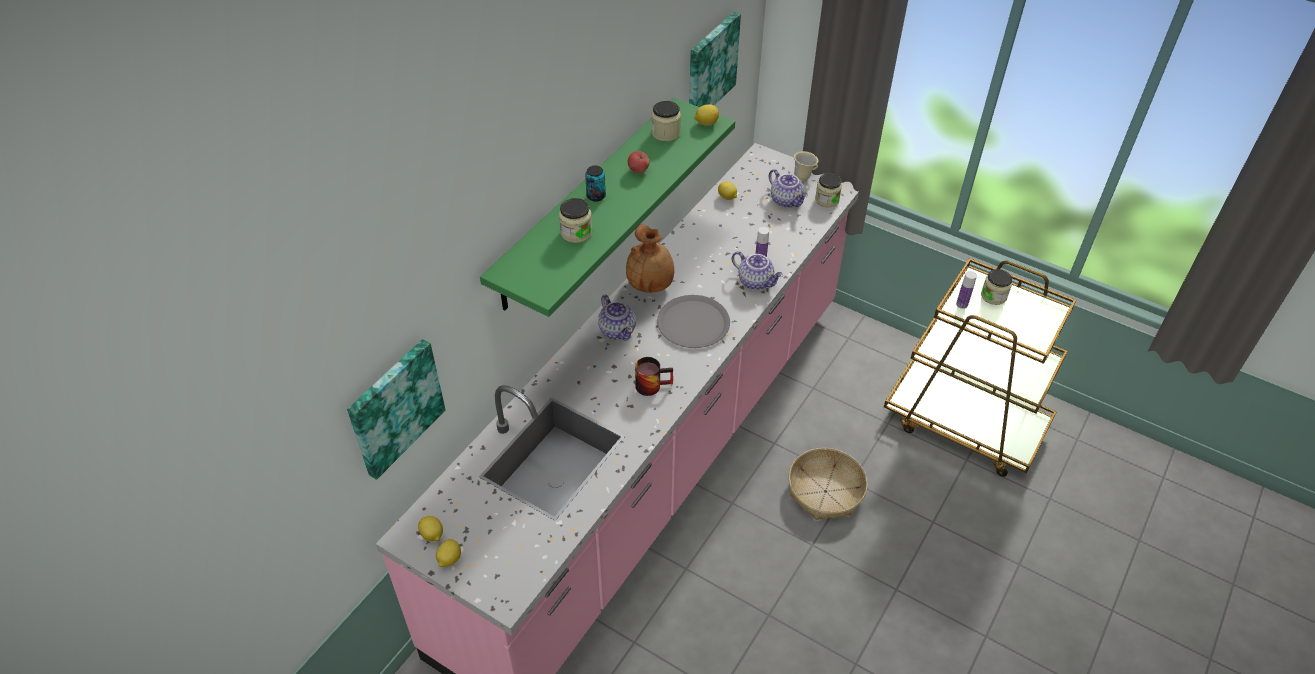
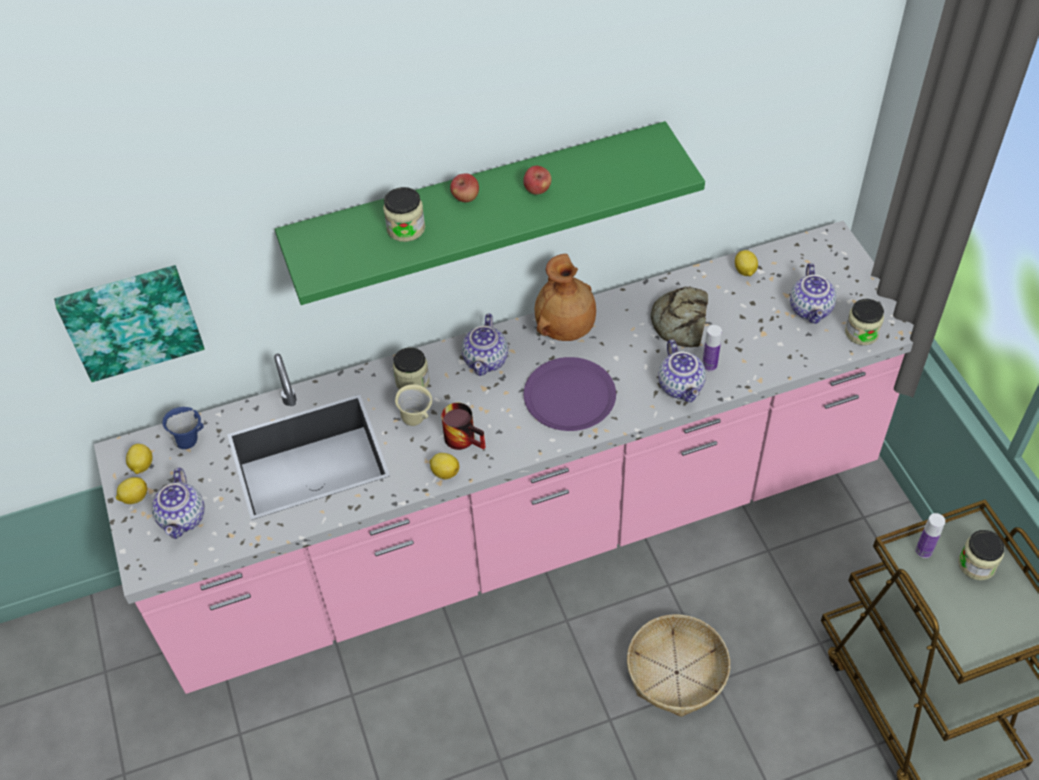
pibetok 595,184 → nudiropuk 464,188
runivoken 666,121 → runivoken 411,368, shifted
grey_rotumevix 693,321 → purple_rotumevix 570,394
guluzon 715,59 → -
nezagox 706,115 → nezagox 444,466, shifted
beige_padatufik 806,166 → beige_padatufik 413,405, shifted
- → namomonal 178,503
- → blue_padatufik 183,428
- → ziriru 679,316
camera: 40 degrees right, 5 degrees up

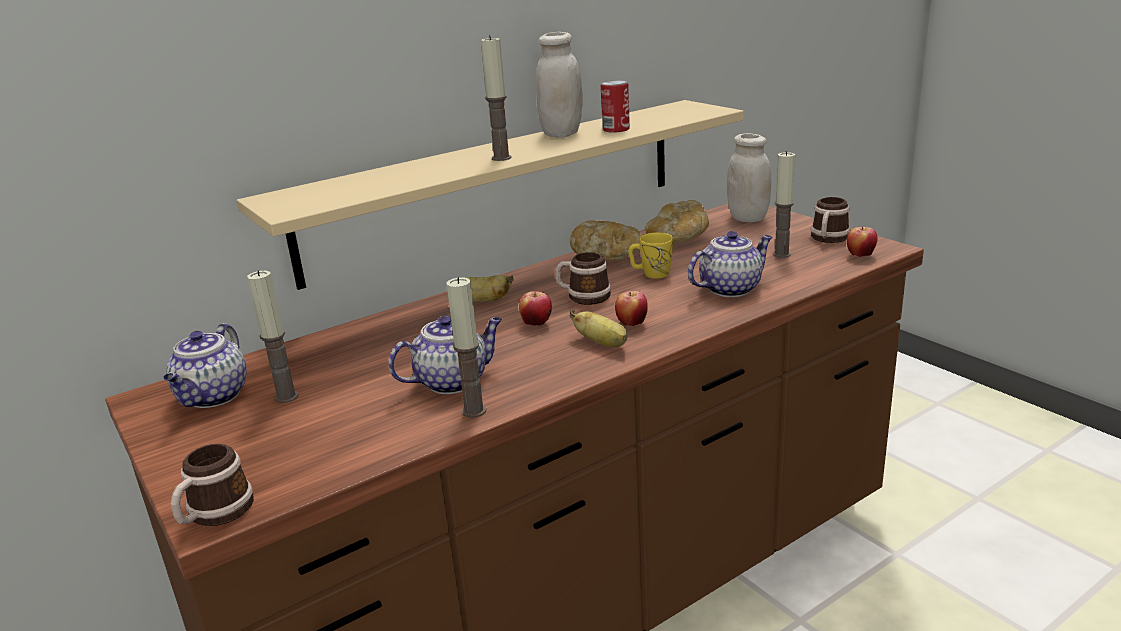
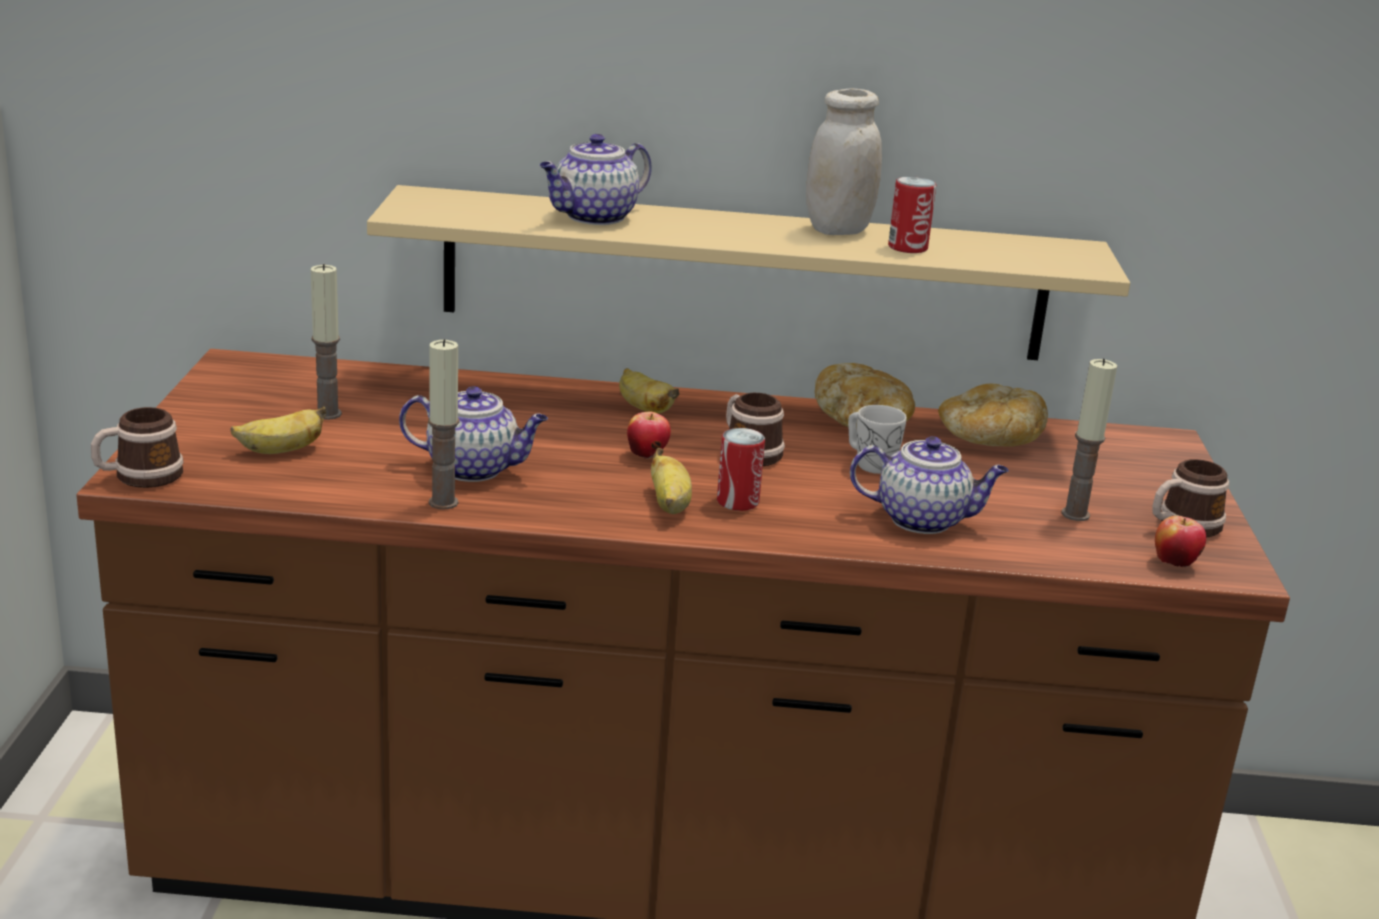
namomonal 205,365 → namomonal 596,179, shifted
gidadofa 496,98 → -
nudiropuk 631,308 → pibetok 741,469
yellow_padatufik 650,255 → white_padatufik 877,439
white_runivoken 749,177 → -
- → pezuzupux 278,430
camera: 35 degrees right, 0 degrees up

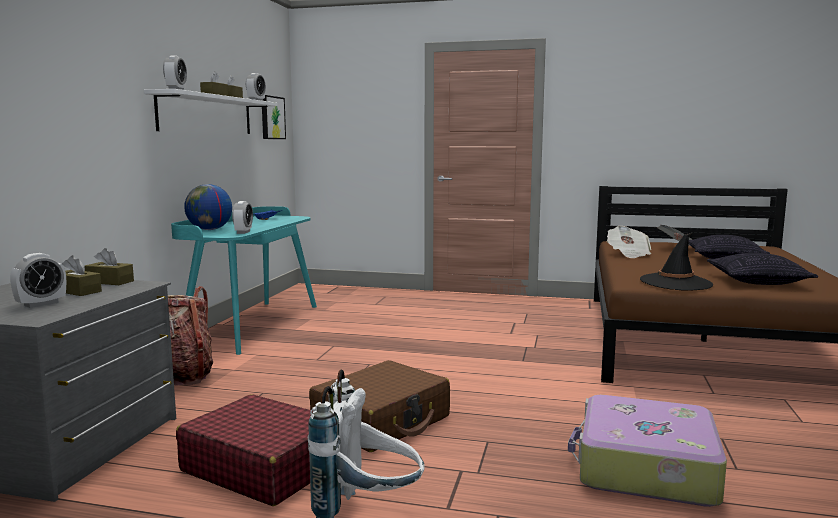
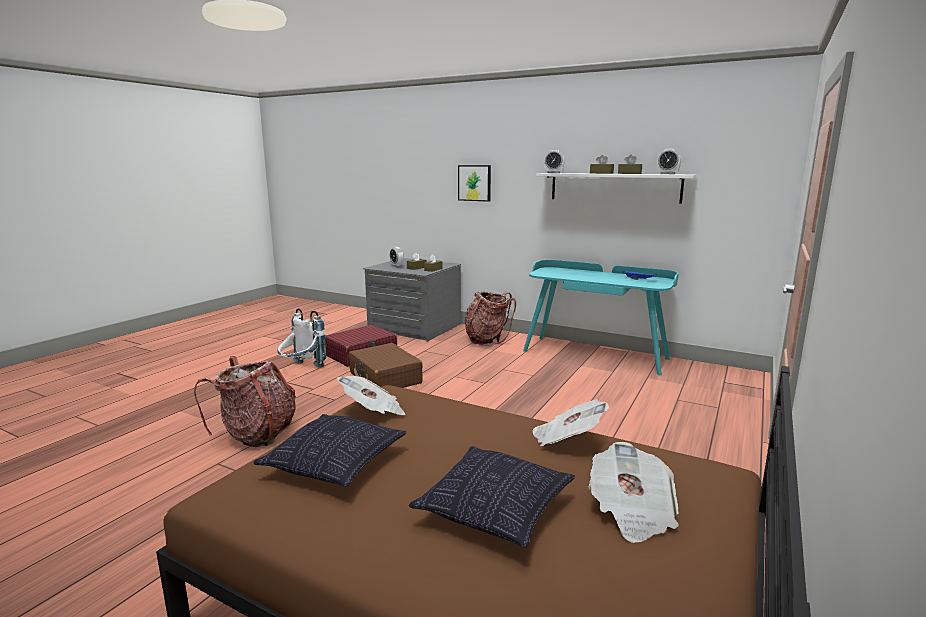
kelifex 208,207 → -
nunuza 242,217 → -
guluzon 274,117 → guluzon 474,183, shifted
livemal 647,451 → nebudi 245,401
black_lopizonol 676,262 → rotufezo 371,395
camera: 105 degrees right, 5 degrees up

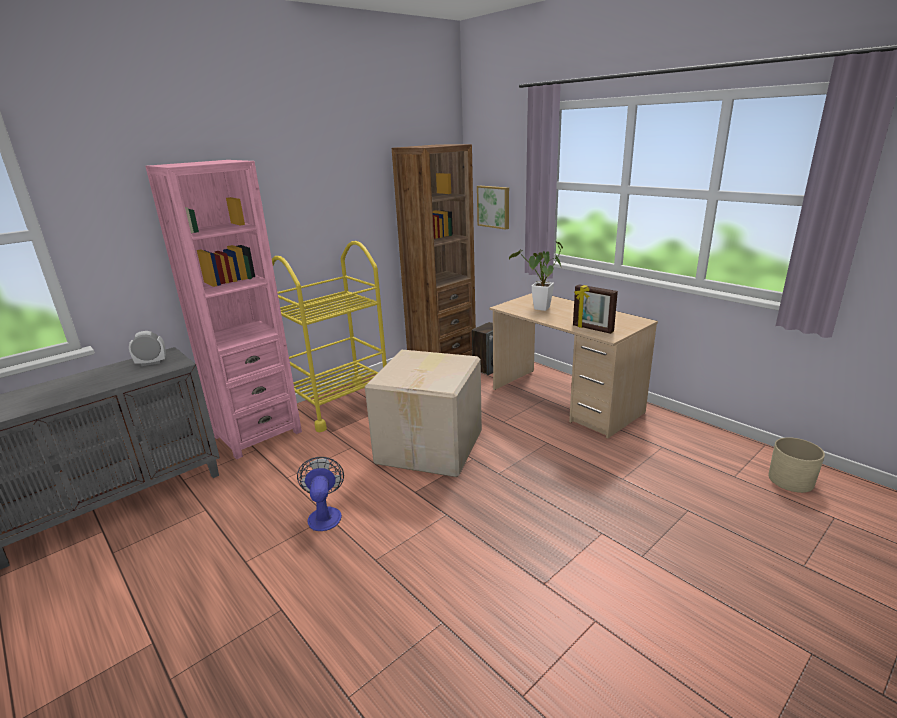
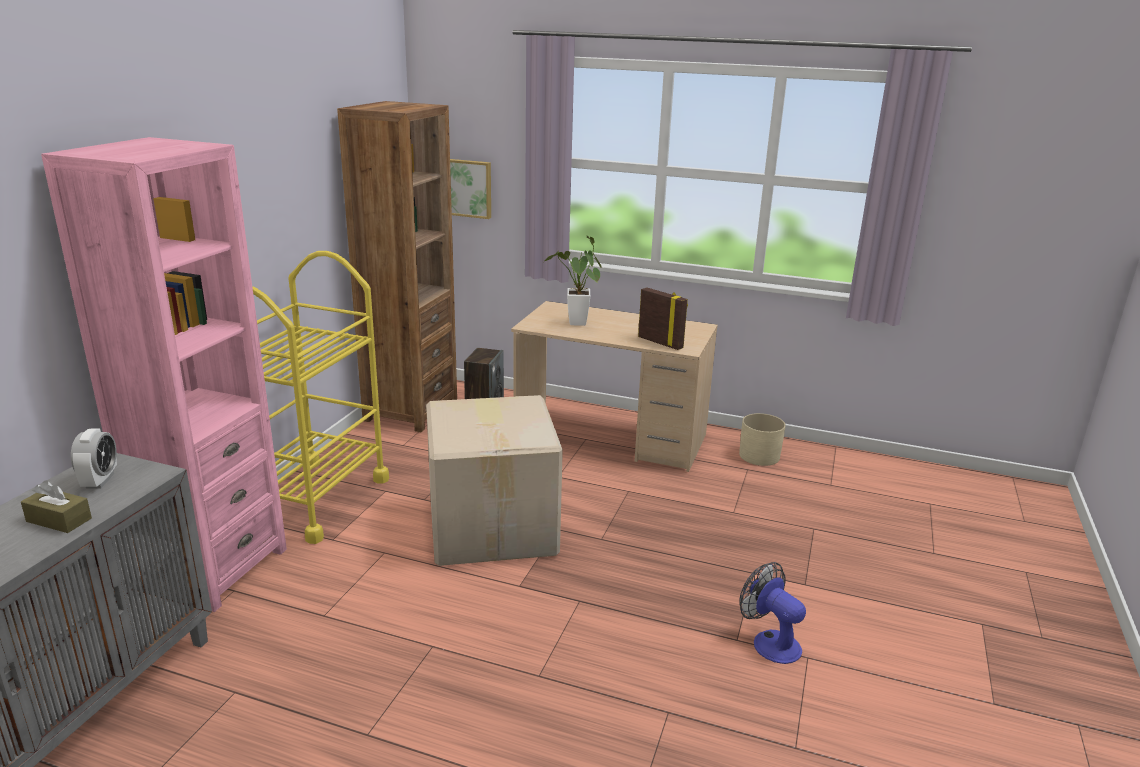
nunuza 147,348 → nunuza 94,459, 135 degrees clockwise
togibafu 320,494 → togibafu 772,613, shifted
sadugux 595,309 → sadugux 663,318, 150 degrees counterclockwise
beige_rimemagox 796,465 → beige_rimemagox 762,439, shifted
- → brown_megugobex 56,506
camera: 30 degrees left, 0 degrees up

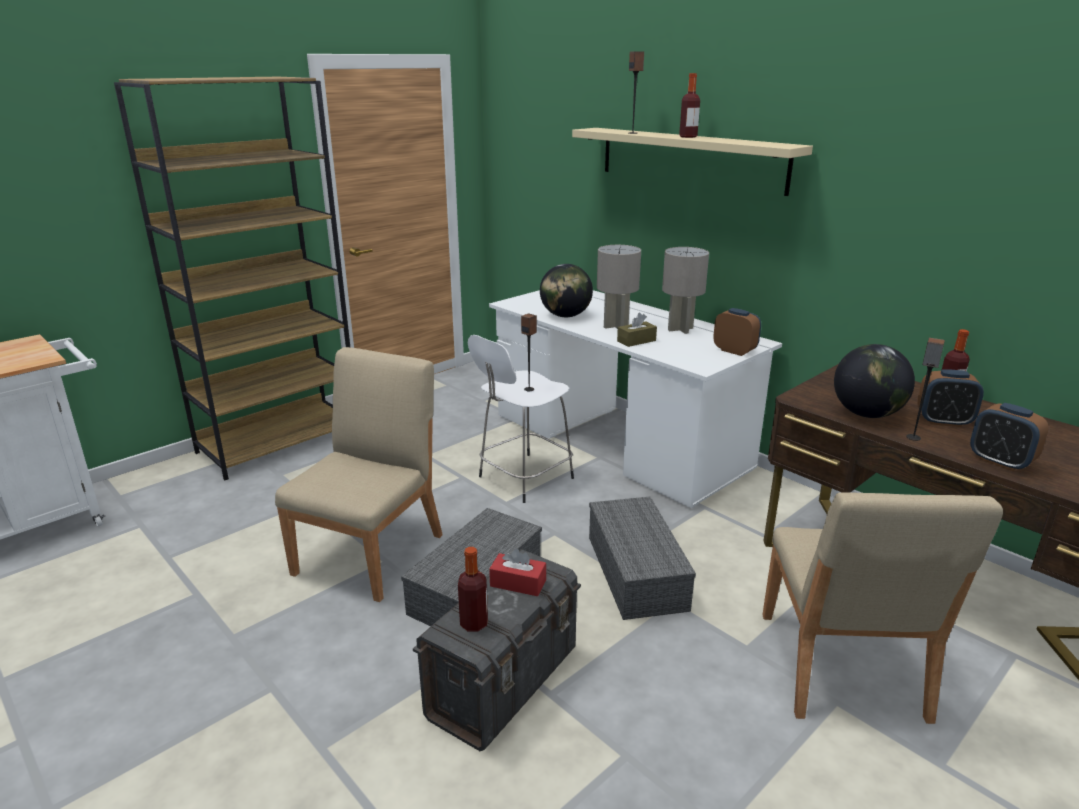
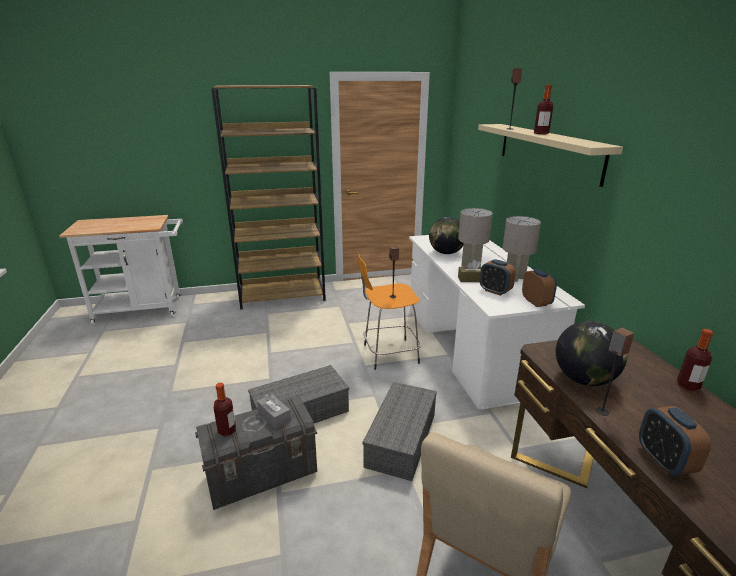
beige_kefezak 359,474 → -
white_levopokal 521,419 → orange_levopokal 389,312
red_megugobex 517,572 → grey_megugobex 274,411
nunuza 950,398 → nunuza 498,277, shifted
camera: 30 degrees right, 0 degrees up

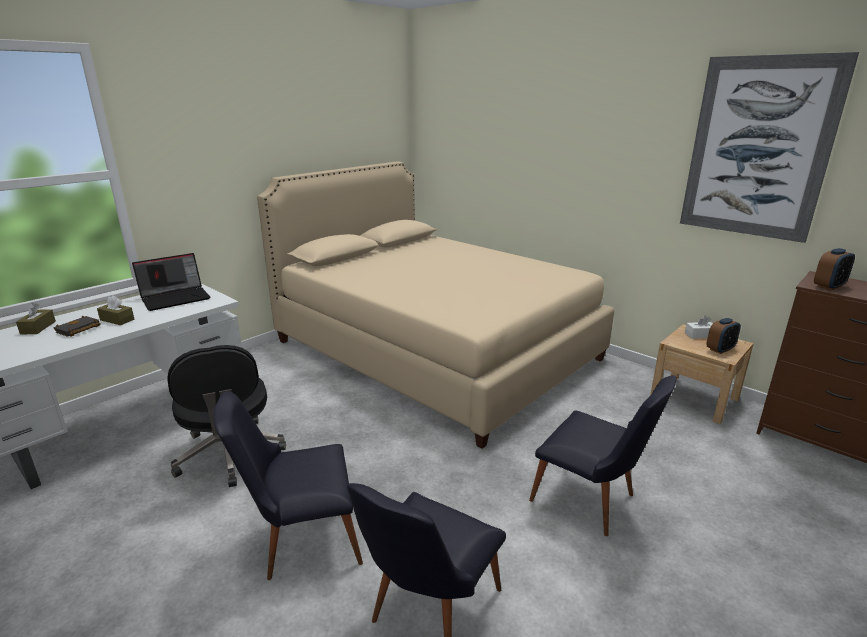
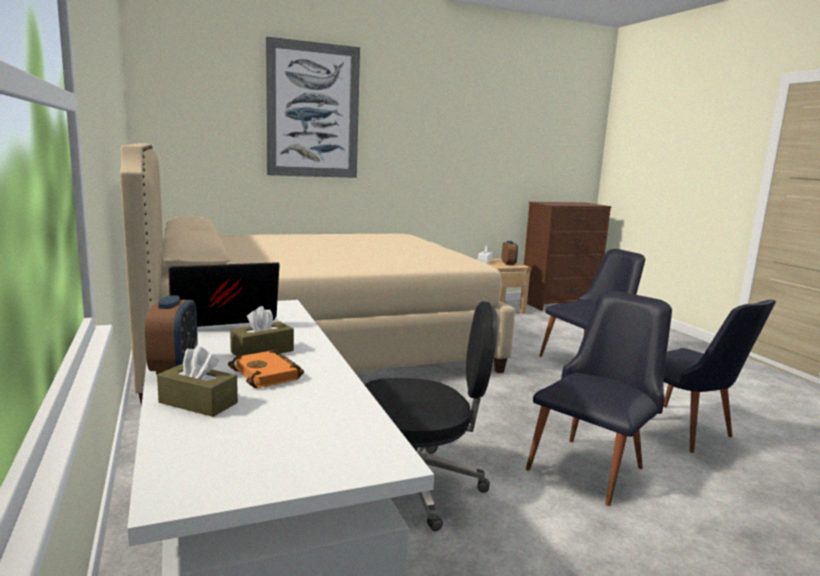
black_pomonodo 77,326 → orange_pomonodo 266,368
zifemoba 171,282 → zifemoba 224,294, 105 degrees counterclockwise
black_kefezak 288,485 → black_kefezak 599,398, 150 degrees counterclockwise
guluzon 769,147 → guluzon 313,107, shifted
nunuza 834,269 → nunuza 171,335, shifted
camera: 65 degrees left, 10 degrees down

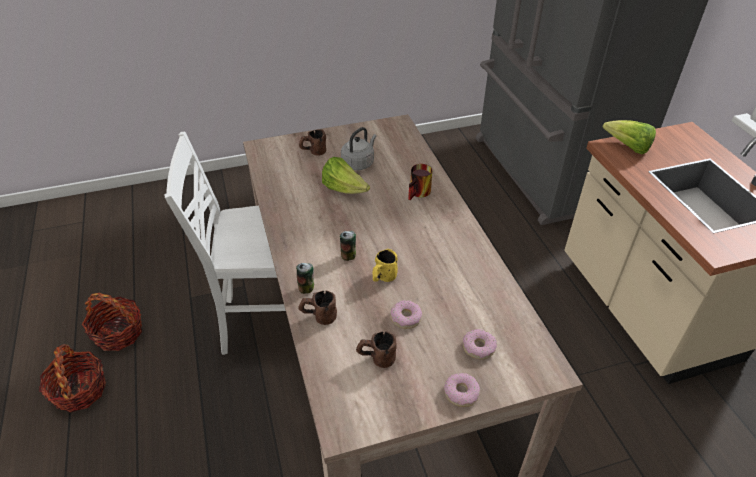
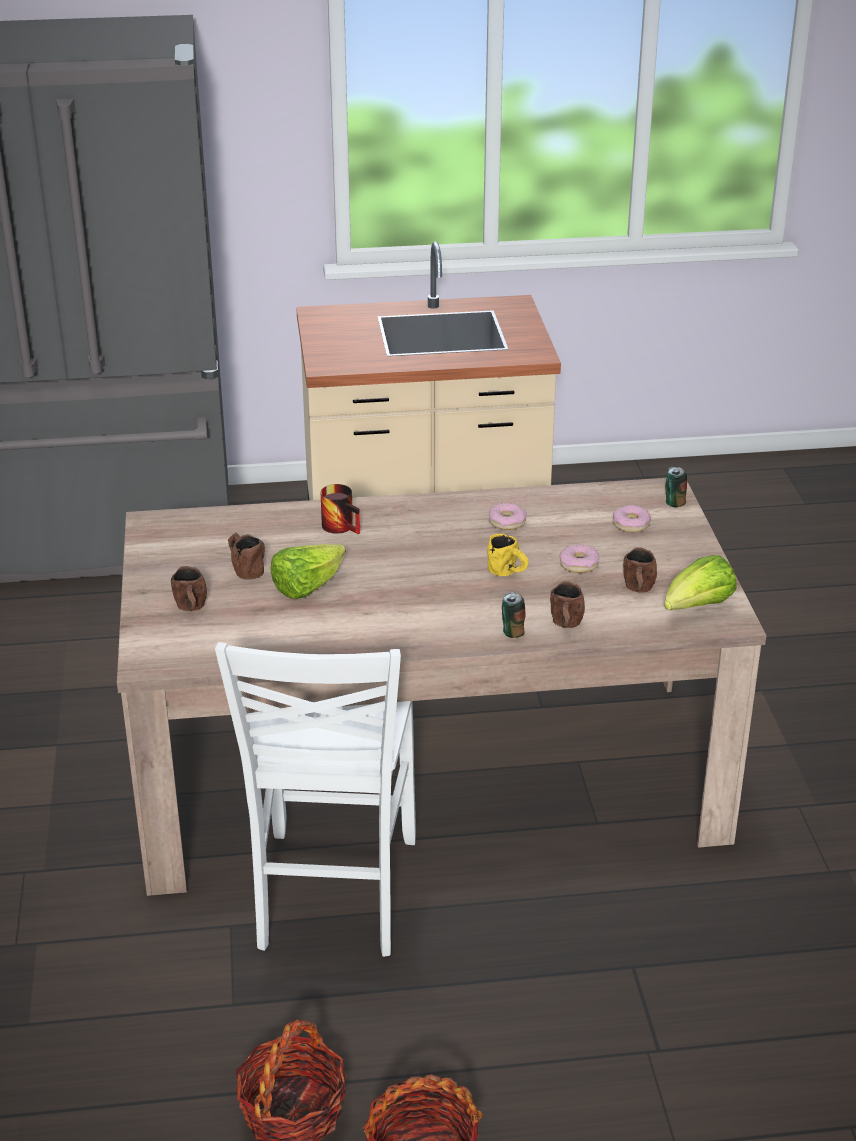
pibetok 348,246 → pibetok 676,487, shifted
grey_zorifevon 359,148 → brown_padatufik 246,556
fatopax 462,390 → fatopax 508,516, shifted
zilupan 629,137 → zilupan 700,582, shifted
camera: 80 degrees left, 10 degrees down

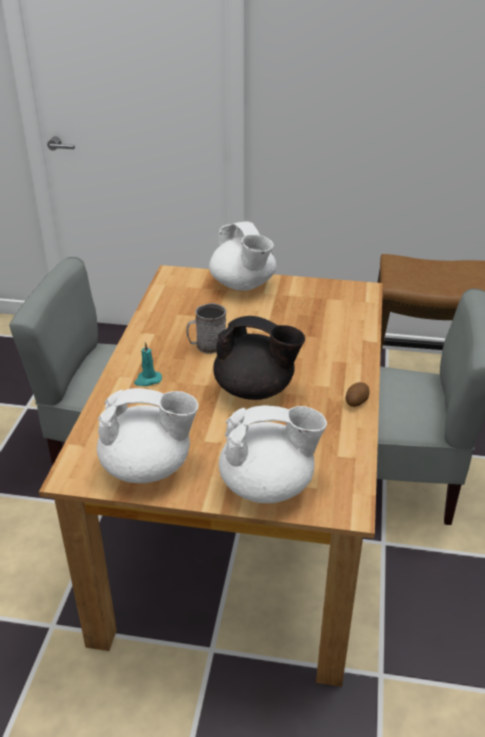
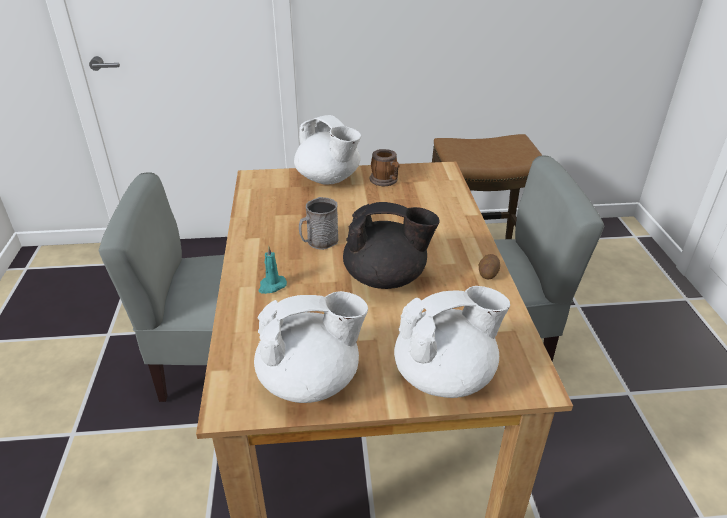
- → padatufik 384,167
camera: 15 degrees left, 0 degrees up

